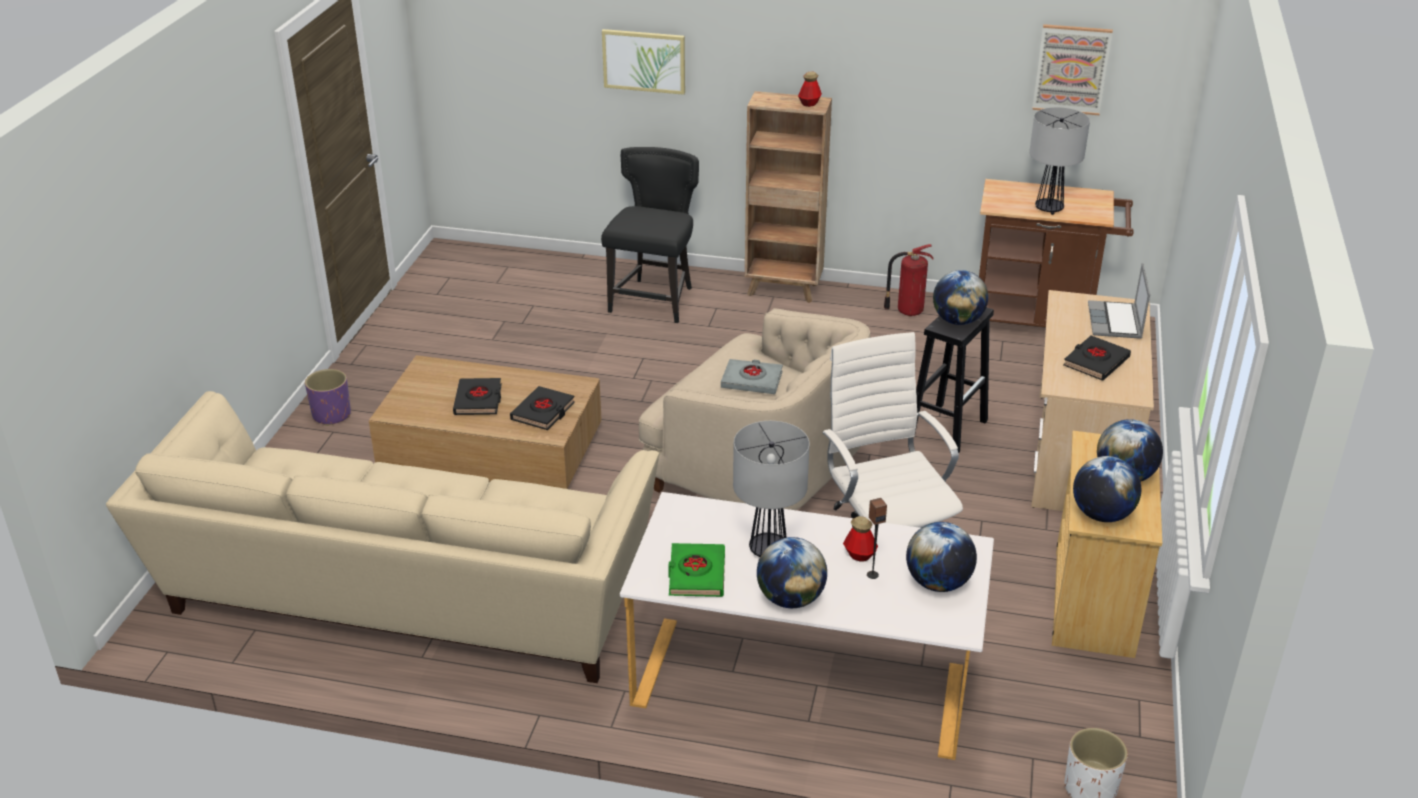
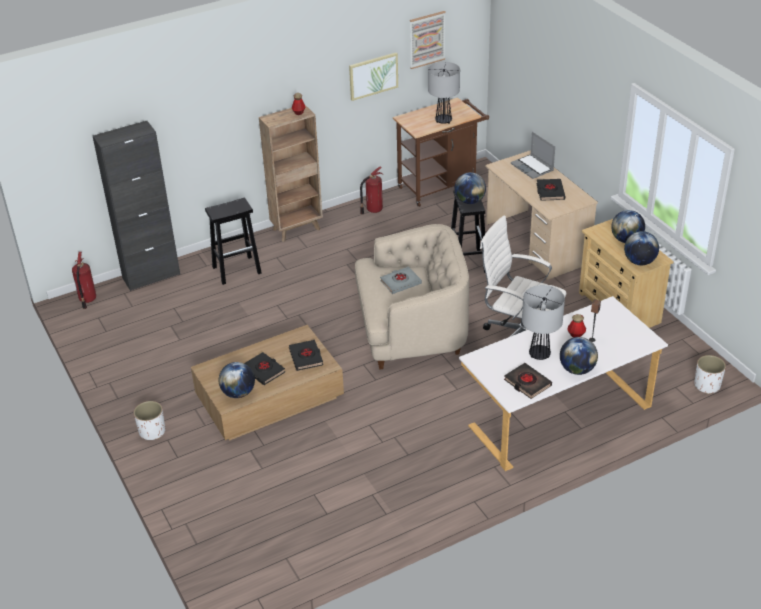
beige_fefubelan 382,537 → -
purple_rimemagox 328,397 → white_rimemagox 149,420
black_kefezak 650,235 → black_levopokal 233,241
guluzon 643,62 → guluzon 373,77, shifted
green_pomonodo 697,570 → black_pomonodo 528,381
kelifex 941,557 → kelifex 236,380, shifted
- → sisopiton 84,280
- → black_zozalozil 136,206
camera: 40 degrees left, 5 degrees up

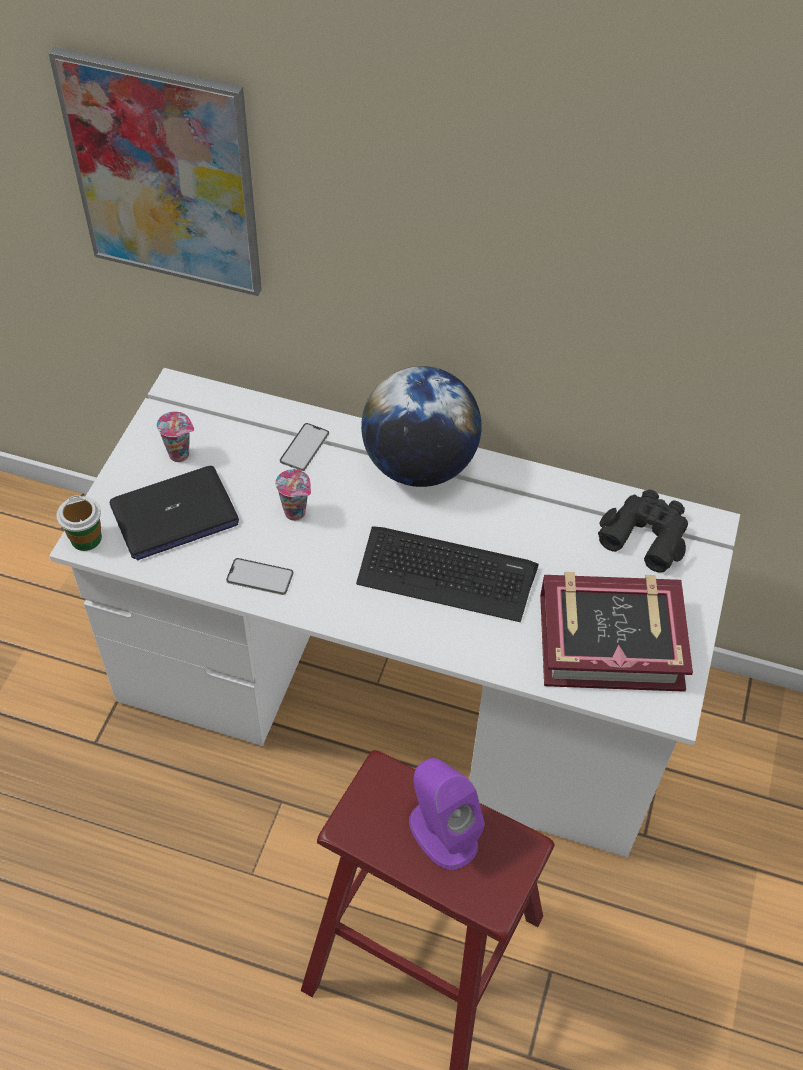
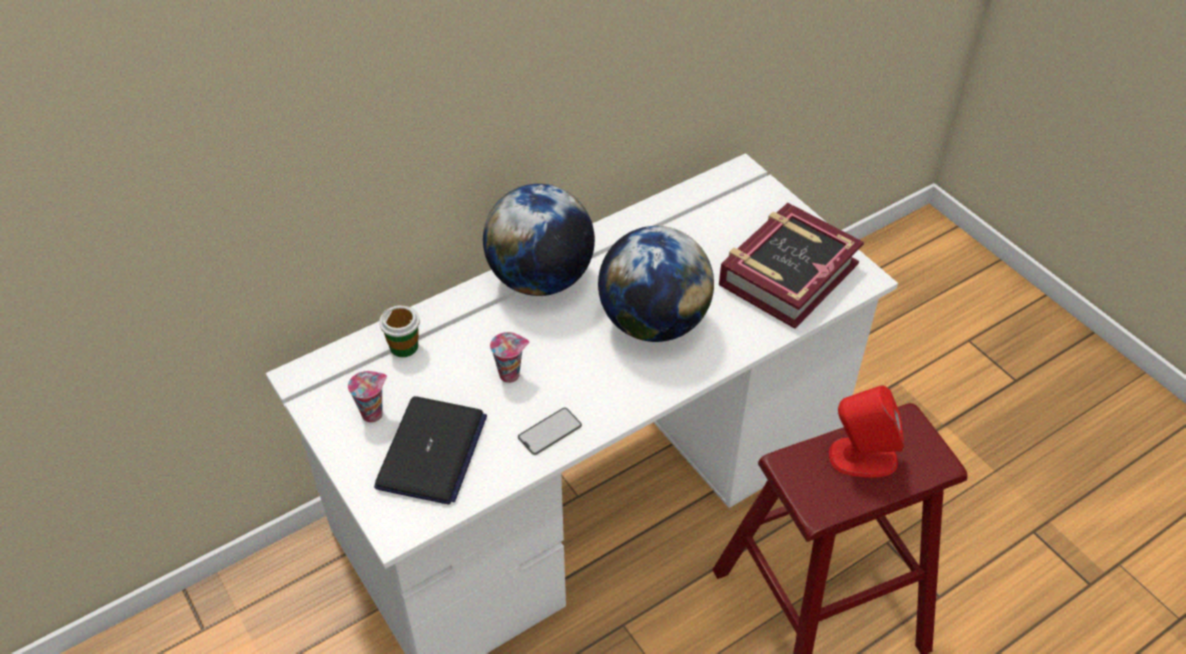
guluzon 155,171 → -
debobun 79,523 → debobun 399,331, shifted
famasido 304,447 → -
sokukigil 447,574 → kelifex 656,284
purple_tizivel 447,814 → red_tizivel 866,431
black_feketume 643,531 → -
camera: 50 degrees left, 5 degrees down

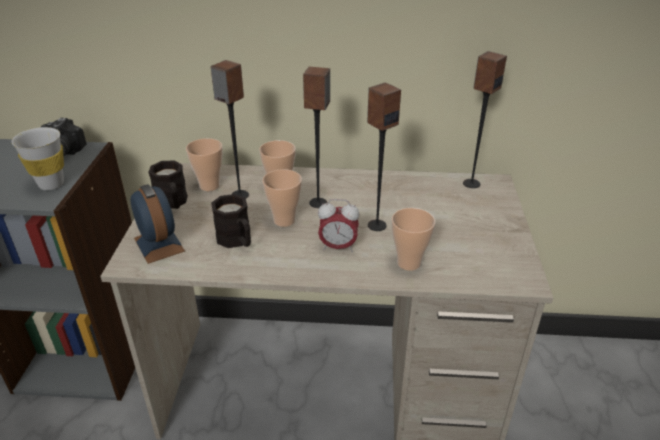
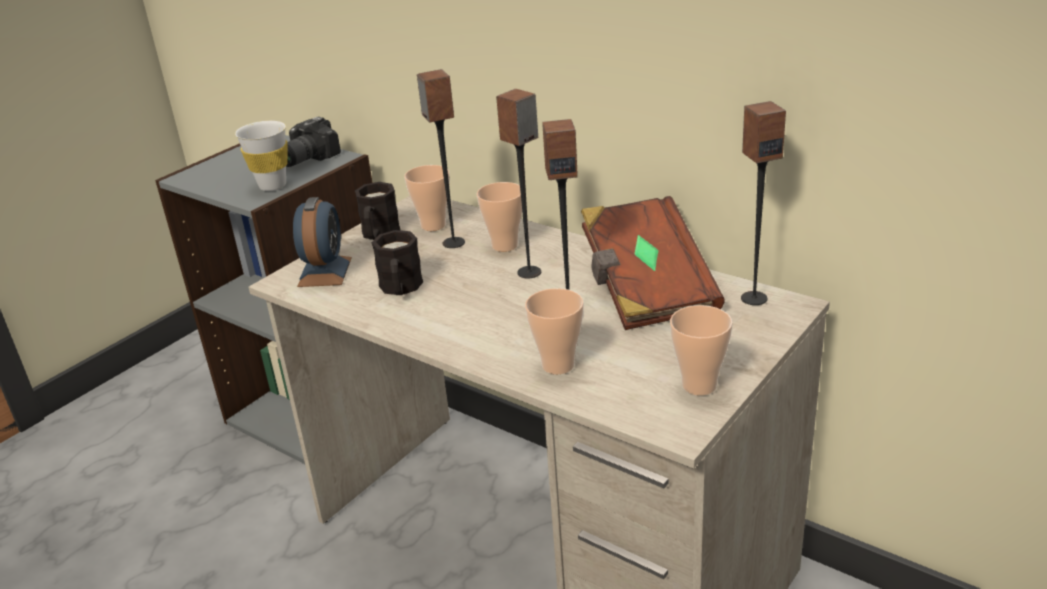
debobun 282,198 → debobun 701,350, shifted
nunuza 338,225 → -
- → brown_pomonodo 652,263
camera: 35 degrees right, 5 degrees down

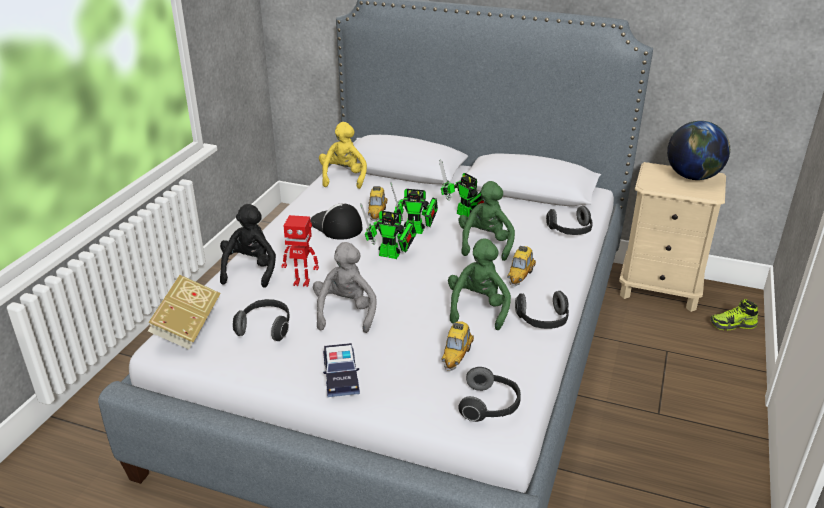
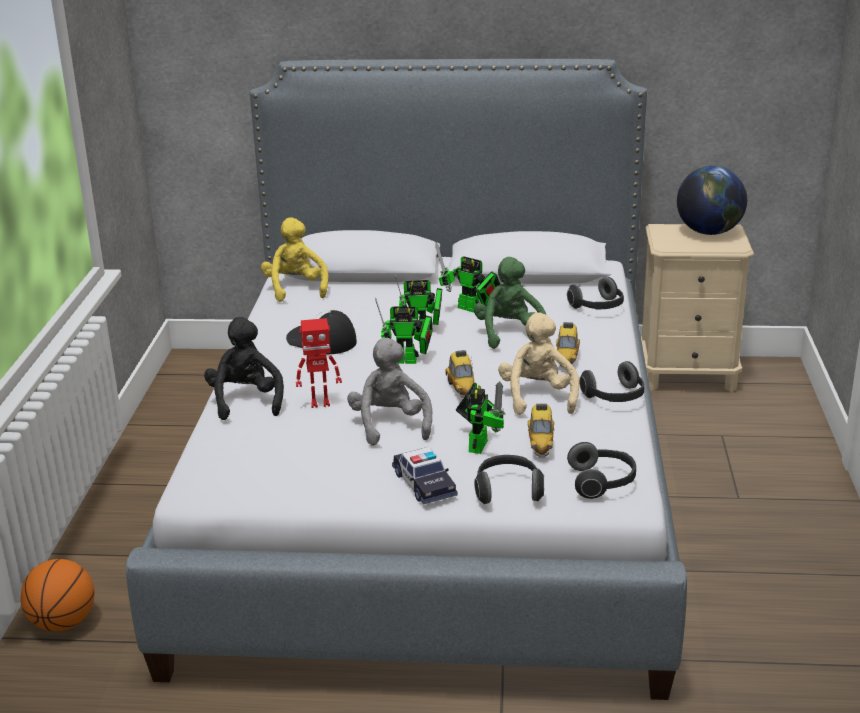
pomonodo 184,312 → -
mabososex 260,320 → mabososex 509,479, shifted
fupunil 377,203 → fupunil 459,374, shifted
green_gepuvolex 479,284 → beige_gepuvolex 538,363
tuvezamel 734,314 → -
- → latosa 57,595
- → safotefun 481,417
camera: 15 degrees left, 5 degrees down

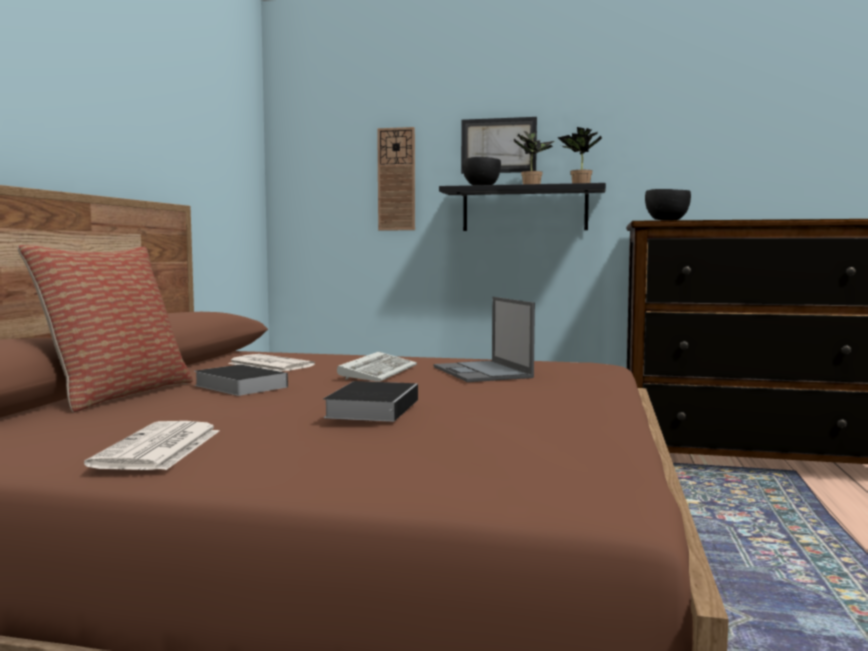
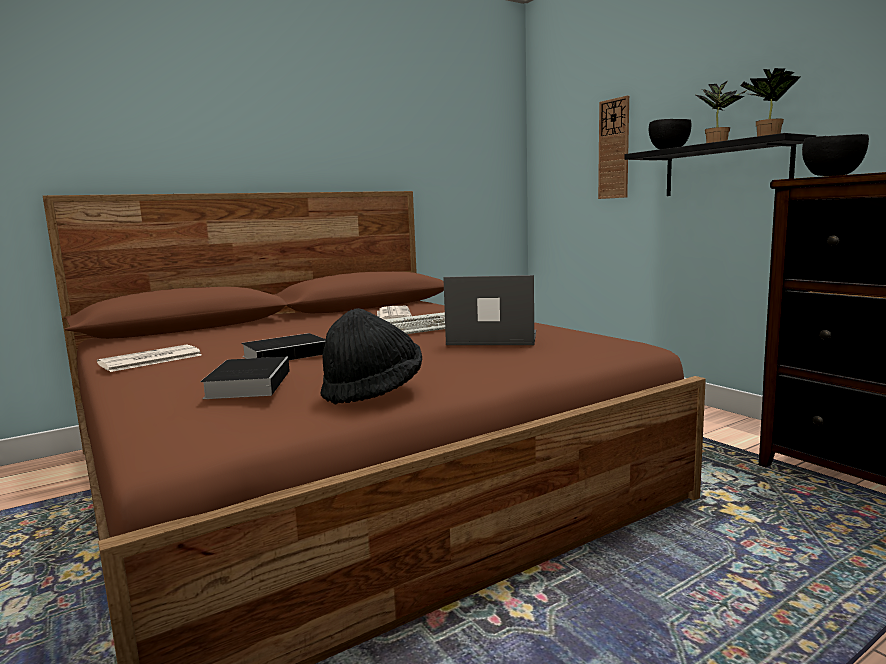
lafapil 105,329 → -
pomonodo 241,380 → pomonodo 245,378, shifted
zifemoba 484,339 → zifemoba 489,310, 75 degrees clockwise
guluzon 499,145 → -
- → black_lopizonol 371,356
camera: 45 degrees right, 5 degrees up

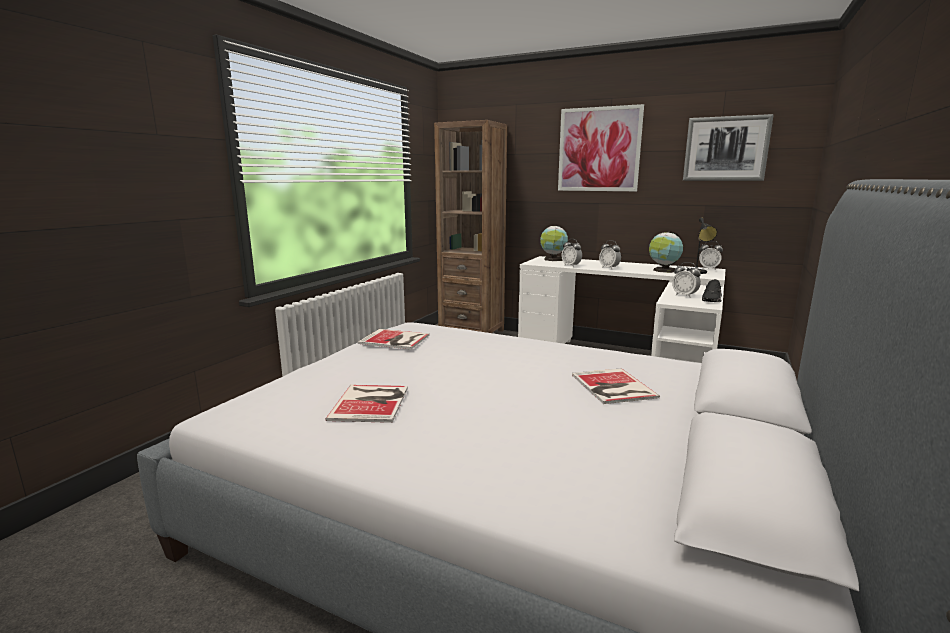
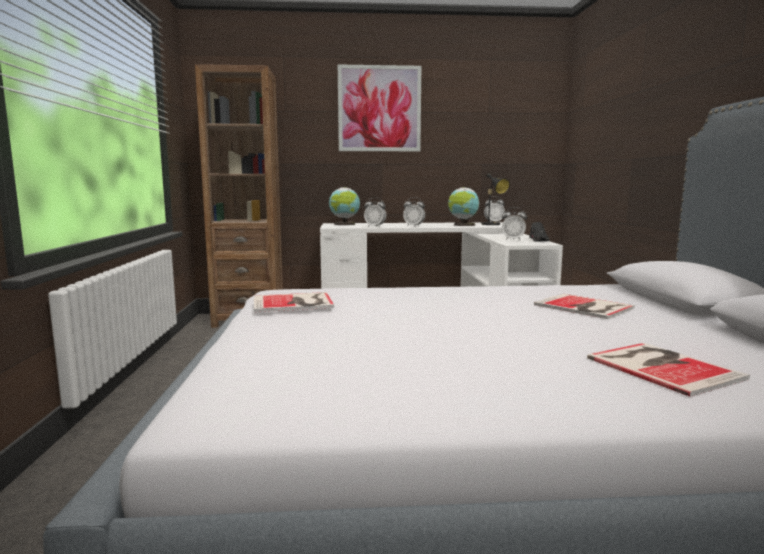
pomonodo 366,404 → pomonodo 668,370, shifted
guluzon 728,147 → -
camera: 30 degrees left, 5 degrees down

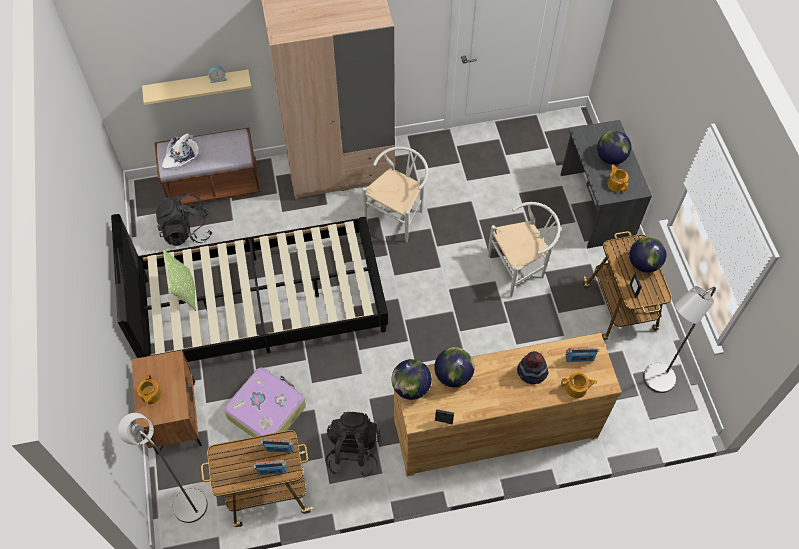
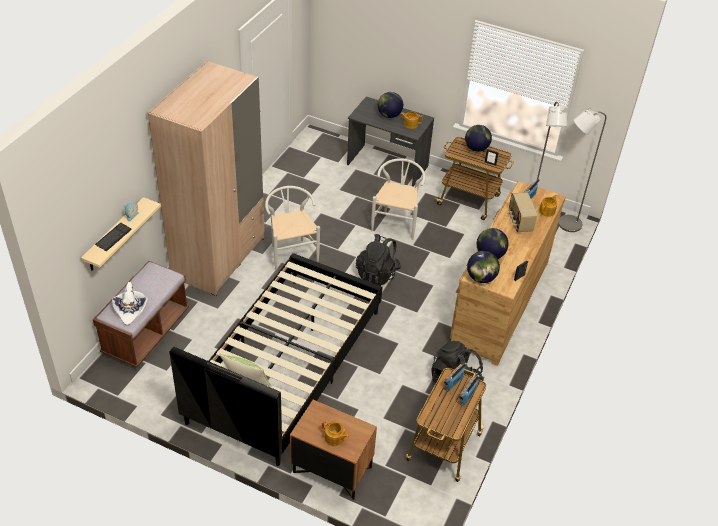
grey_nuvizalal 163,468 → grey_nuvizalal 582,169, shifted
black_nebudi 183,219 → black_nebudi 378,260, shifted
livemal 265,402 → -
lopizonol 532,367 → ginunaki 523,212
- → sokukigil 113,237
camera: 55 degrees left, 15 degrees down

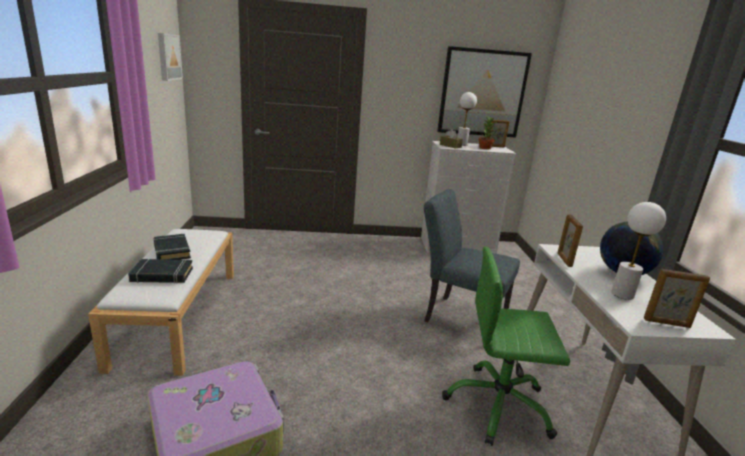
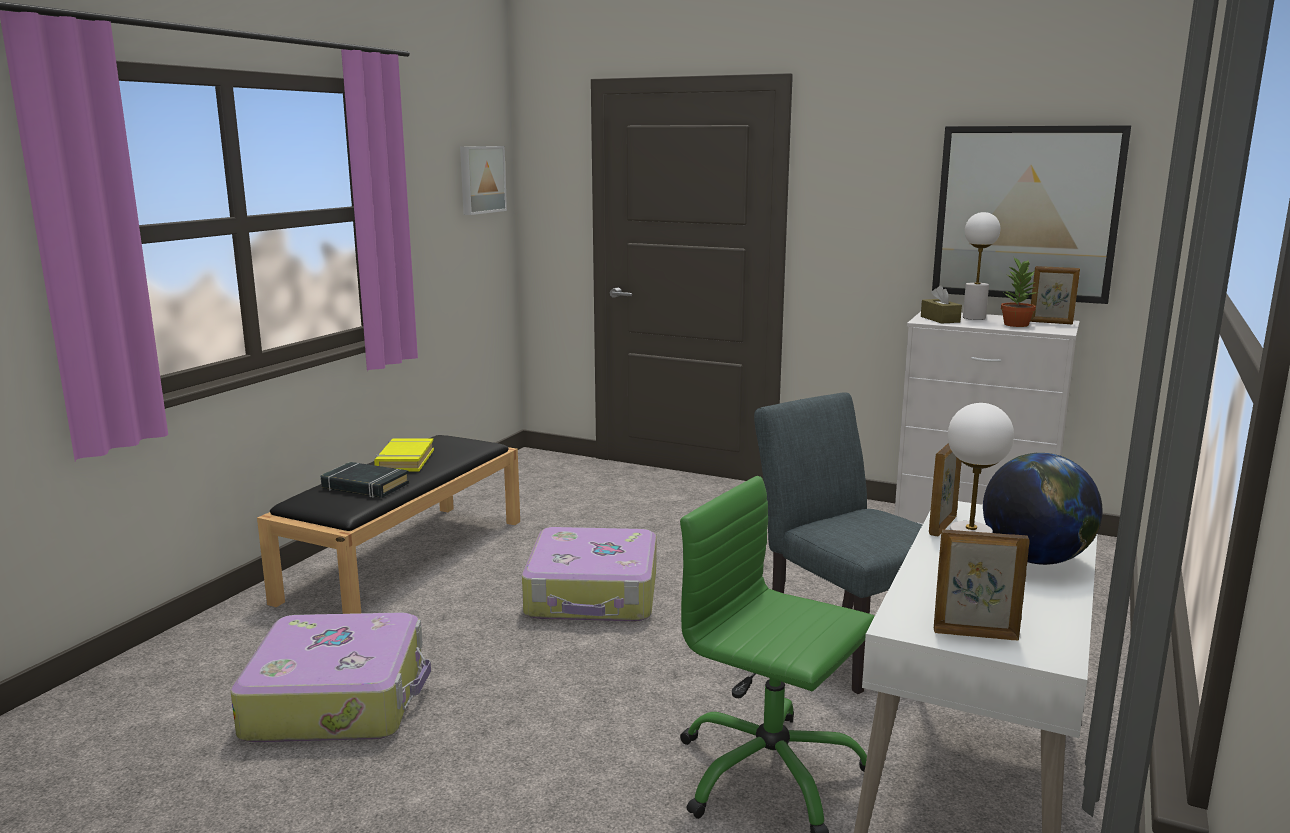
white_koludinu 161,302 → black_koludinu 388,524
black_pomonodo 172,247 → yellow_pomonodo 404,454
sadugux 677,298 → sadugux 982,585, 150 degrees clockwise
- → livemal 589,574
camera: 30 degrees right, 5 degrees down

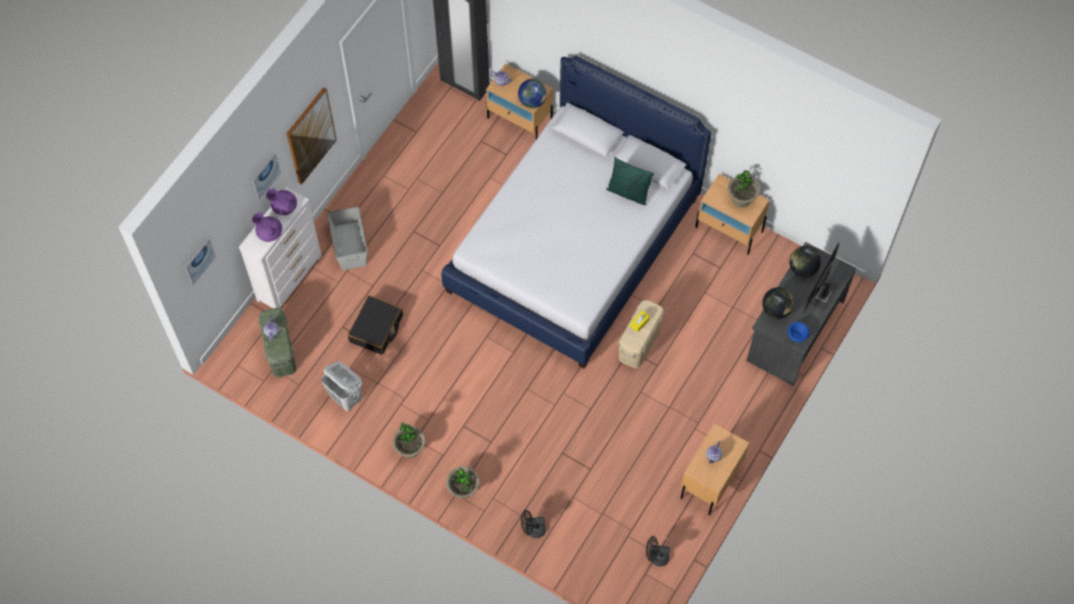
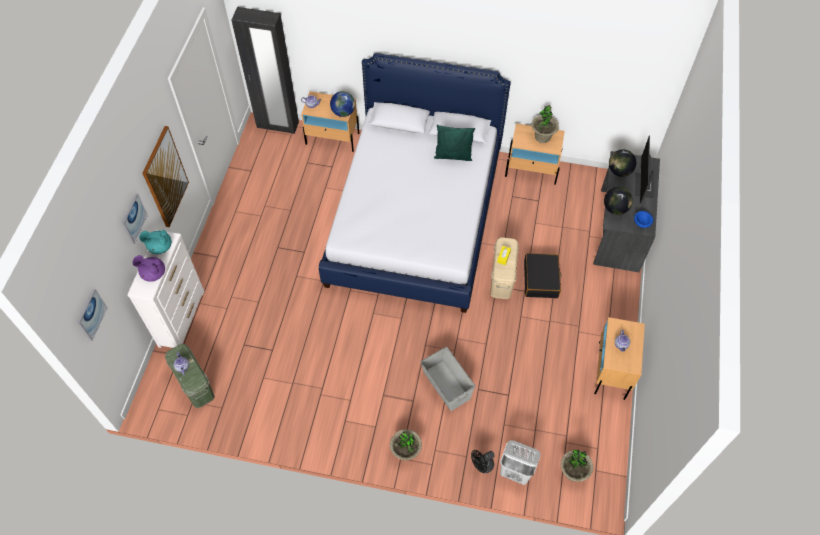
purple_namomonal 281,202 → turquoise_namomonal 155,242
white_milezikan 341,386 → white_milezikan 520,462, shifted
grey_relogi 347,238 → grey_relogi 448,379, shifted
black_livemal 375,325 → black_livemal 543,275, shifted
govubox 409,440 → govubox 577,465, shifted
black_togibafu 658,551 → -
camera: 20 degrees left, 5 degrees down

